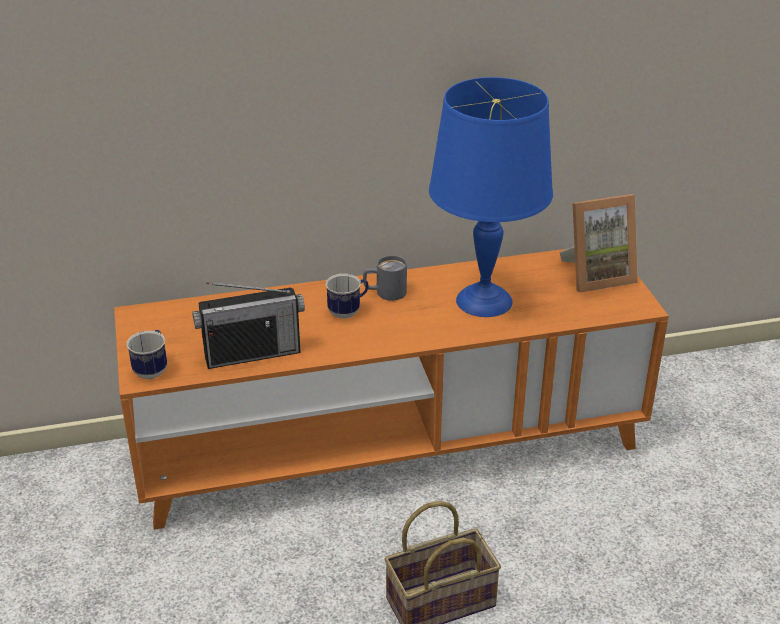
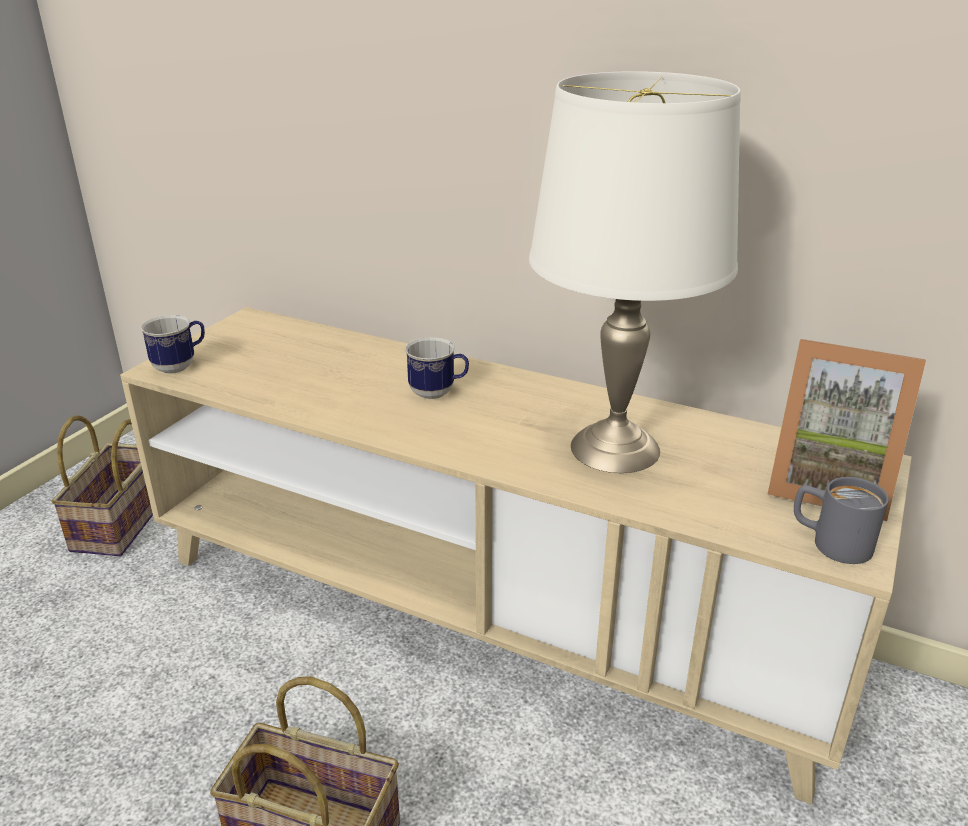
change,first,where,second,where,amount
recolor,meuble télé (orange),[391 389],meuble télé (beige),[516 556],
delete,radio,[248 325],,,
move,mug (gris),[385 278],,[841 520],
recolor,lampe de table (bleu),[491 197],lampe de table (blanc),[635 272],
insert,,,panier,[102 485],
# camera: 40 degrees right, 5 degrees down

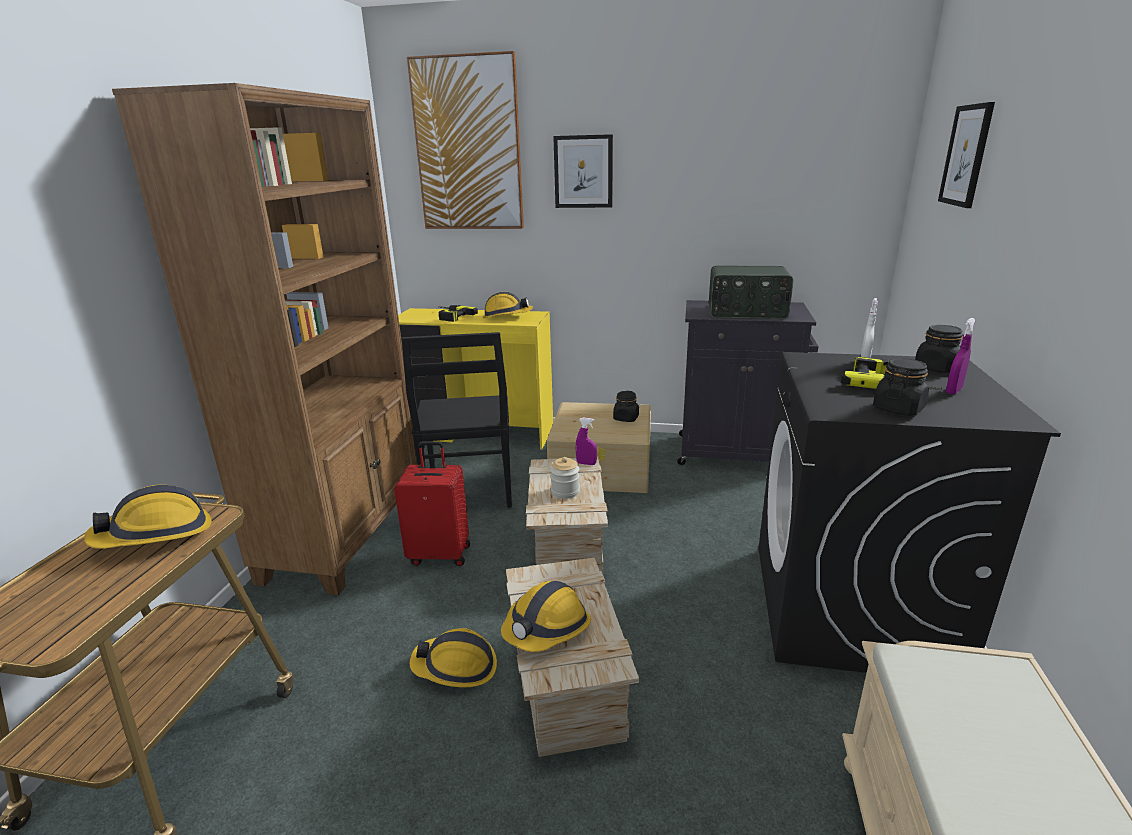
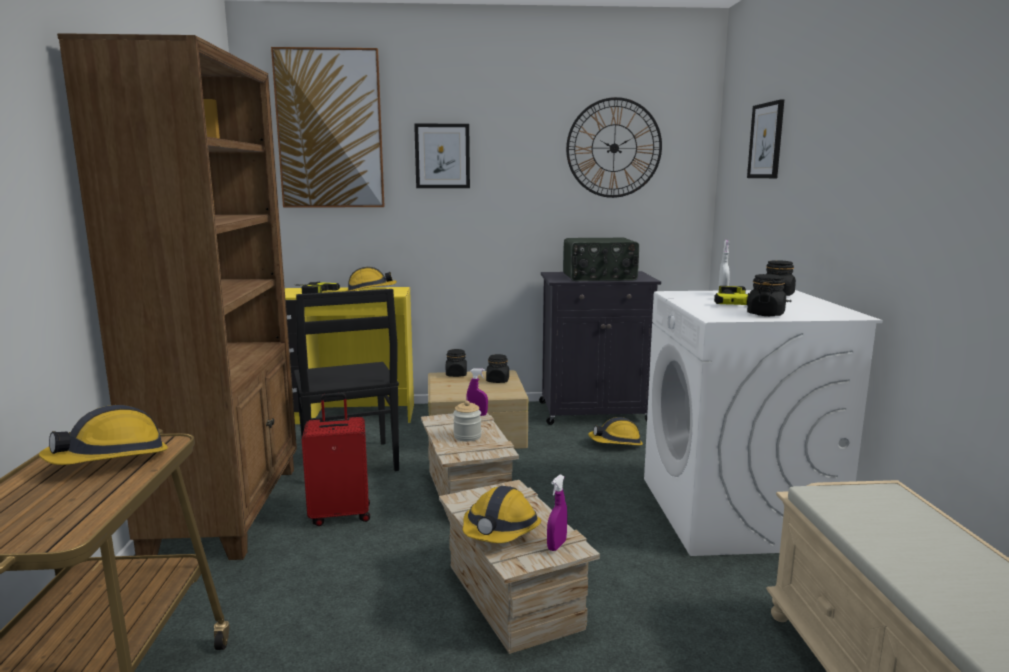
change,first,where,second,where,amount
move,casque de chantier,[453 657],,[615 431],
recolor,lave-linge (noir),[909 512],lave-linge (blanc),[763 423],
move,vaporisateur (violet),[960 356],,[557 513],
insert,,,bocal (noir),[456 363],
insert,,,horloge murale,[614 147],
# camera: 15 degrees left, 10 degrees down

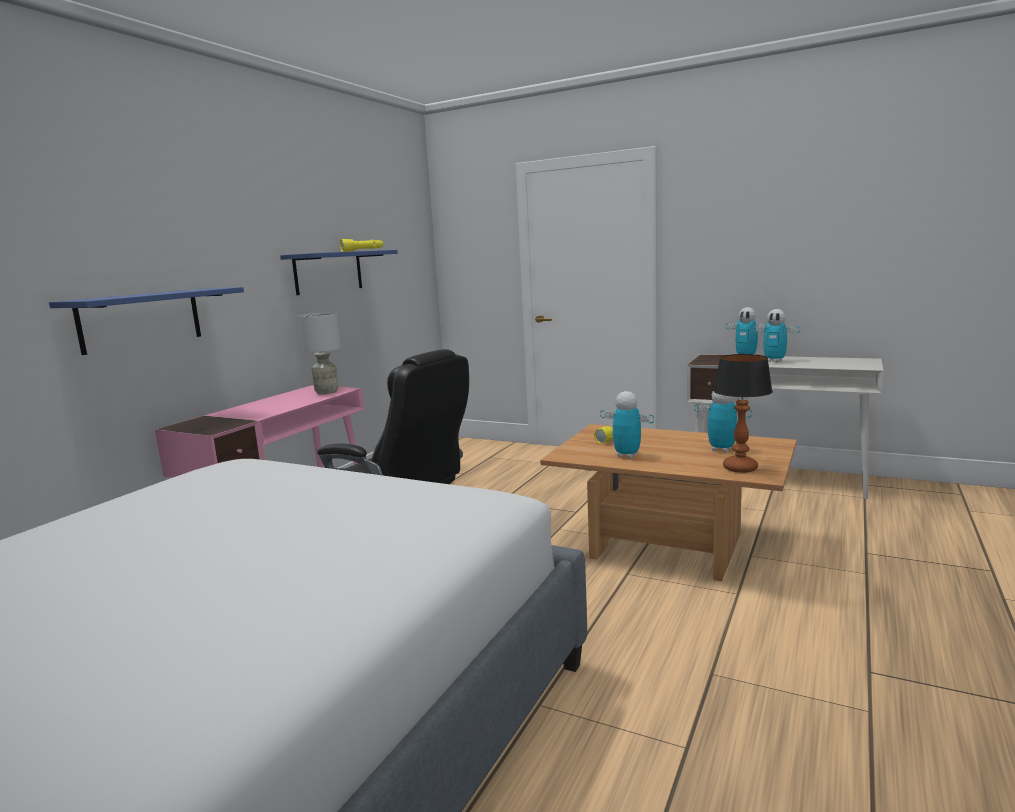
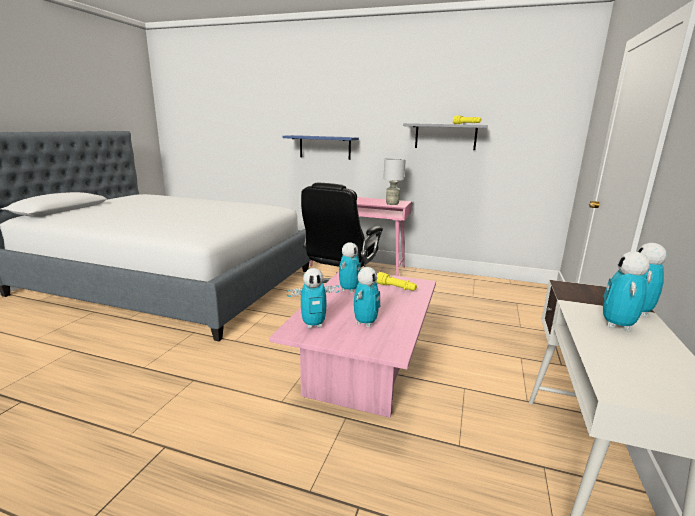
change,first,where,second,where,amount
recolor,étagère (bleu),[339 272],étagère (gris),[445 136],
recolor,table basse (marron),[668 502],table basse (rose),[352 344],
replace,lampe de table,[743 413],robot jouet,[313 298],
# camera: 80 degrees right, 5 degrees up

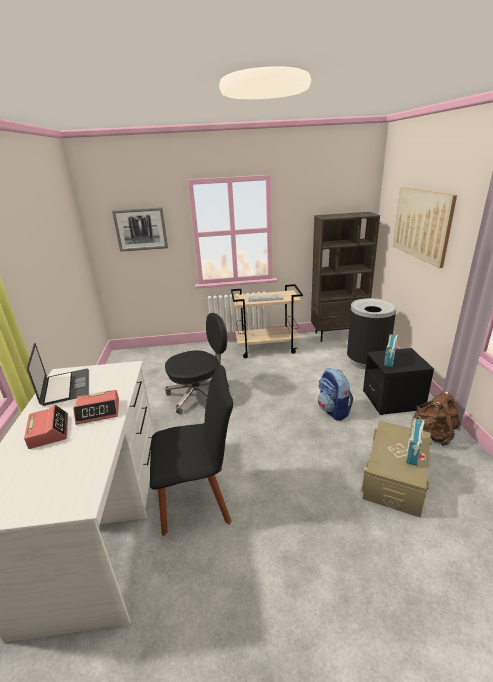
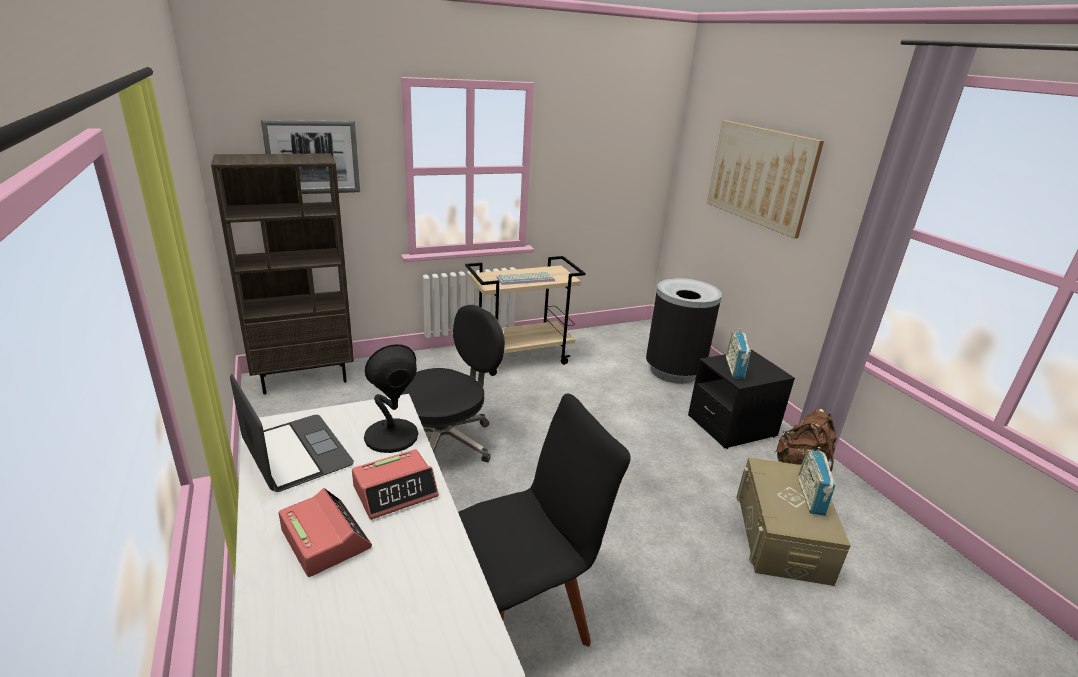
change,first,where,second,where,amount
move,bibliothèque (marron),[345 277],,[282 273],
delete,sac à dos,[335 394],,,
insert,,,lampe de table (noir),[391 398],
# camera: 20 degrees left, 0 degrees up

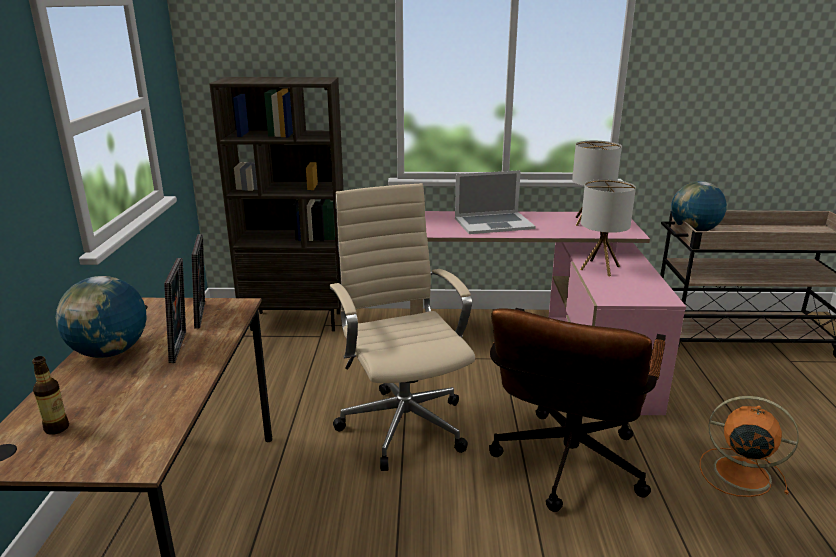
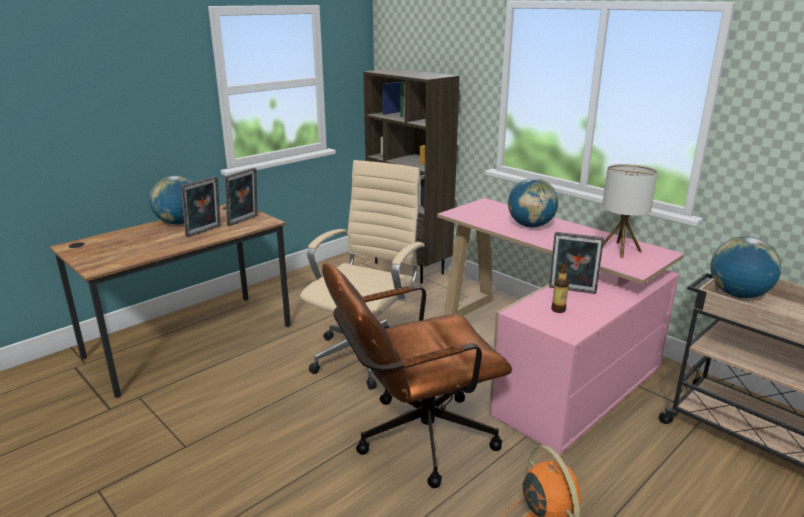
change,first,where,second,where,amount
move,bouteille,[50 395],,[560 288],
replace,ordinateur portable,[495 202],globe,[533 202],
replace,lampe de table,[608 228],cadre photo,[576 263],
# camera: 45 degrees right, 0 degrees up

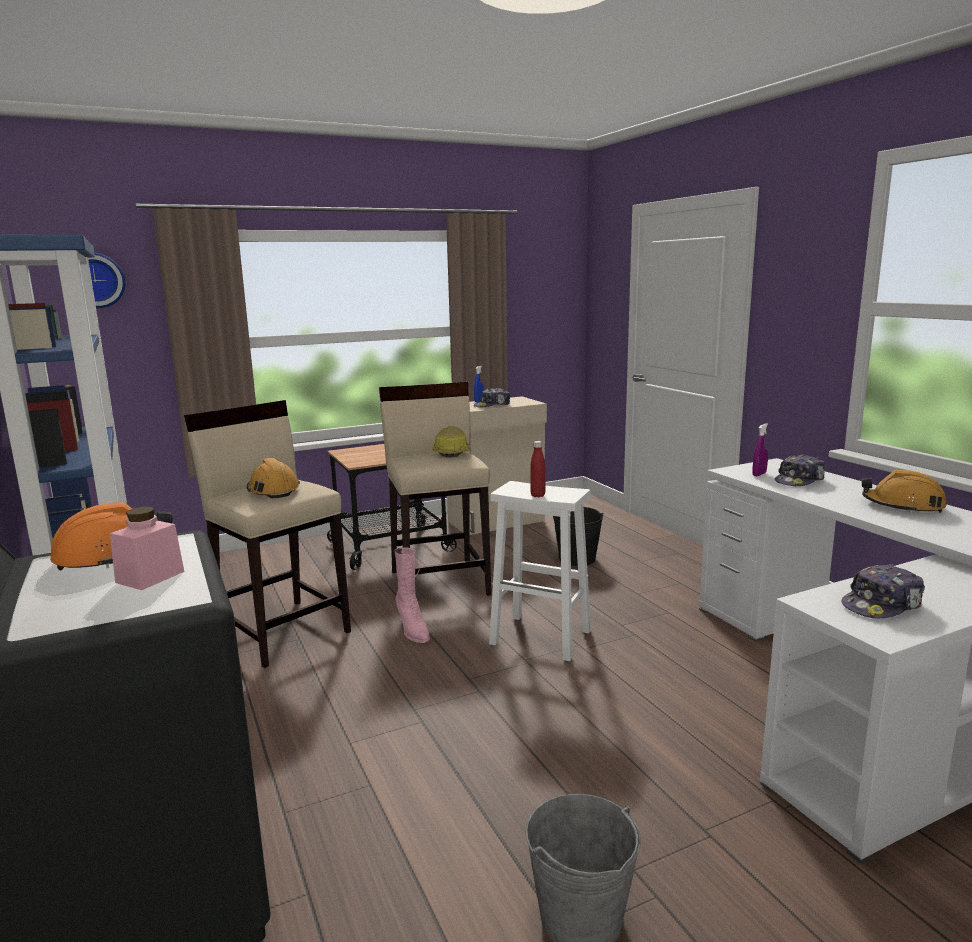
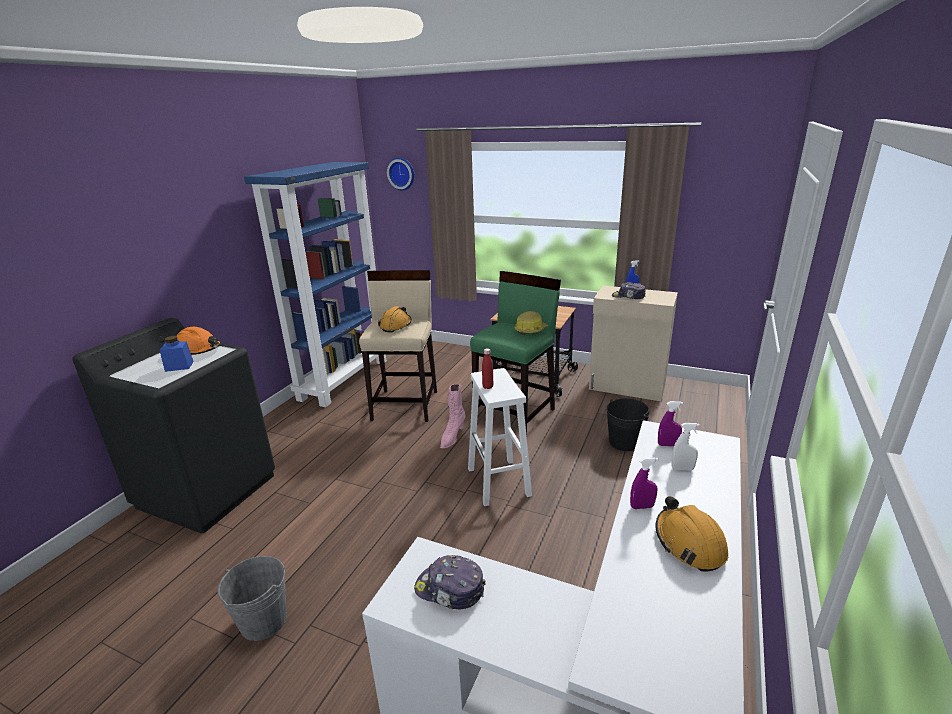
change,first,where,second,where,amount
recolor,bocal (rose),[147 548],bocal (bleu),[177 354],
recolor,tabouret (beige),[435 489],tabouret (vert),[515 353],
replace,casquette,[800 470],vaporisateur (blanc),[685 447],
insert,,,vaporisateur (violet),[644 483],
# camera: 50 degrees right, 10 degrees up

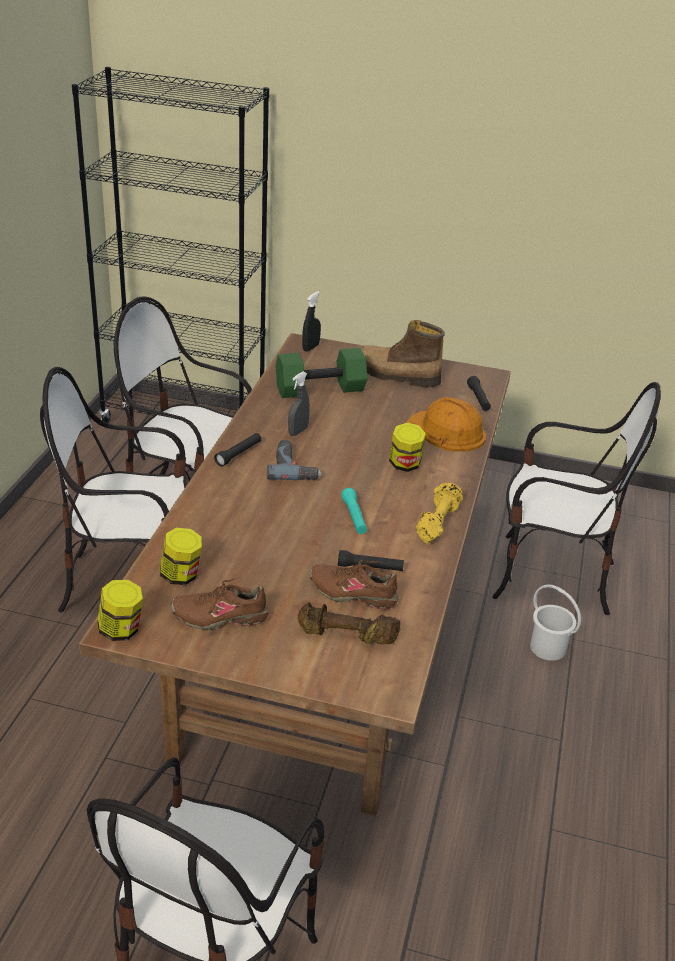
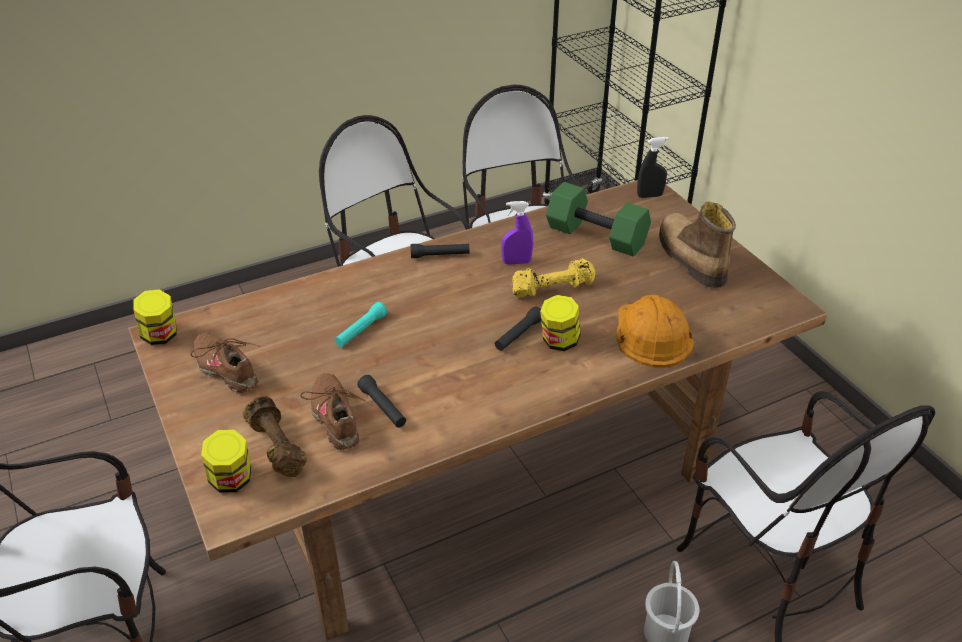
change,first,where,second,where,amount
move,bocal,[181 556],,[226 461],
delete,perceuse,[294 460],,,
recolor,vaporisateur (gris),[299 404],vaporisateur (violet),[517 233],
move,lampe de poche (turquoise),[354 511],,[361 324],
move,haltère (jaune),[439 513],,[553 278],
move,lampe de poche (noir),[479 393],,[518 328],
# camera: 50 degrees right, 5 degrees up

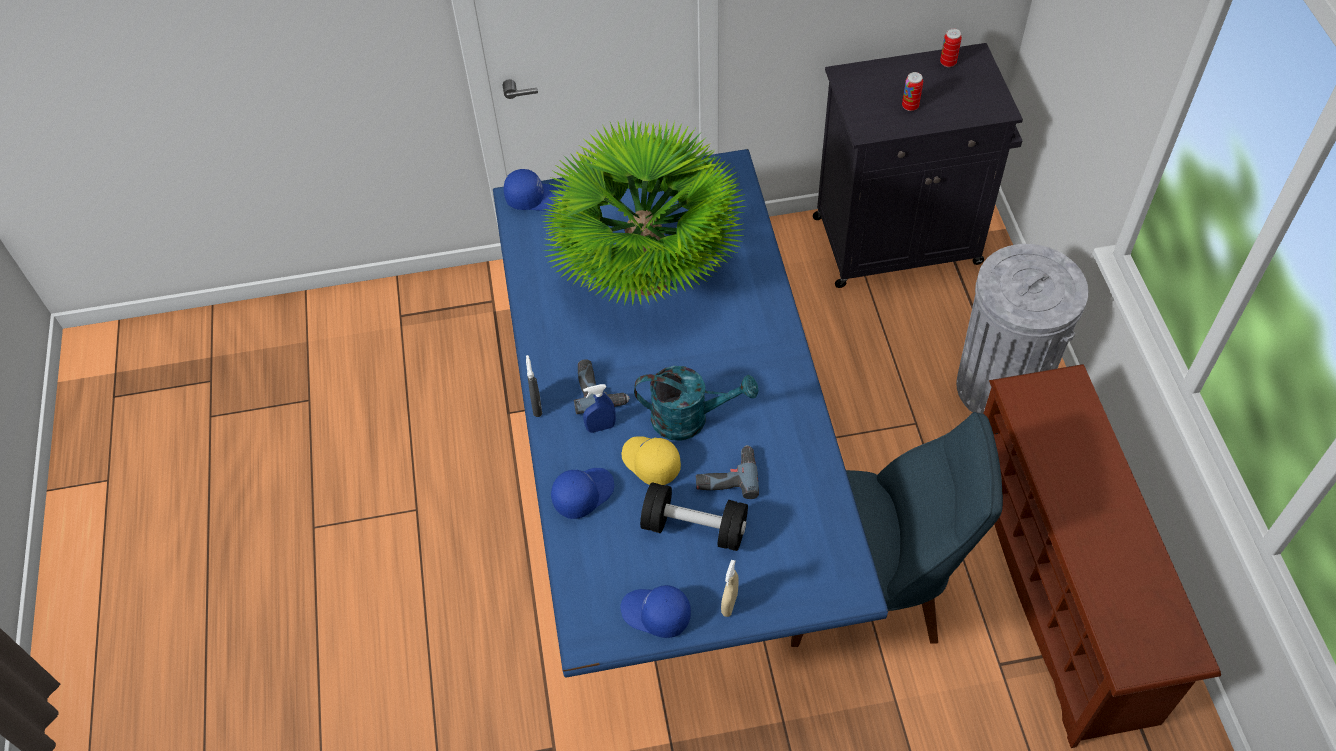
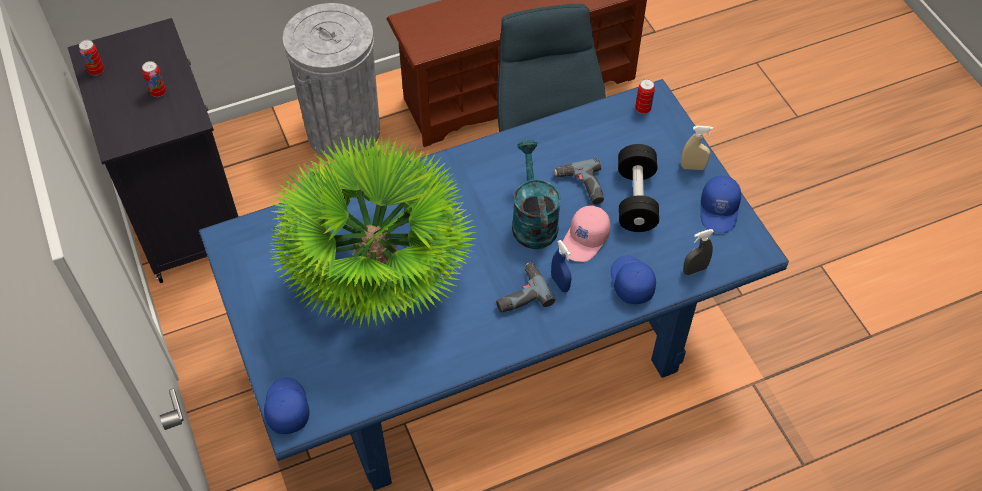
change,first,where,second,where,amount
move,vaporisateur (gris),[534 386],,[698 252],
rotate,casquette (bleu),[582 493],,[633 279],45 degrees clockwise
recolor,casquette (jaune),[651 460],casquette (rose),[586 233],
insert,,,boîte métallique,[645 96],
# camera: 105 degrees left, 0 degrees up

